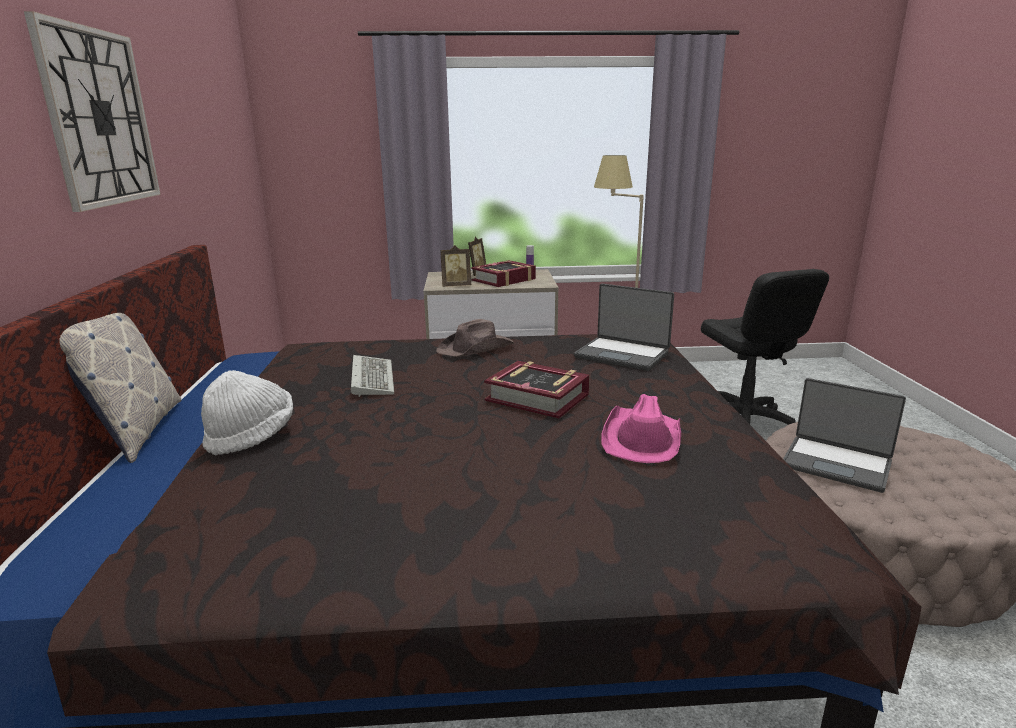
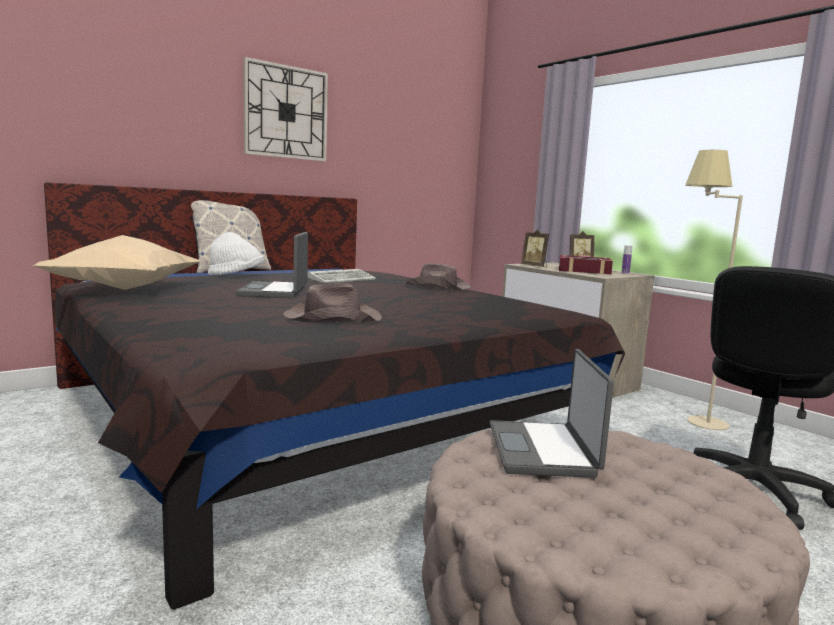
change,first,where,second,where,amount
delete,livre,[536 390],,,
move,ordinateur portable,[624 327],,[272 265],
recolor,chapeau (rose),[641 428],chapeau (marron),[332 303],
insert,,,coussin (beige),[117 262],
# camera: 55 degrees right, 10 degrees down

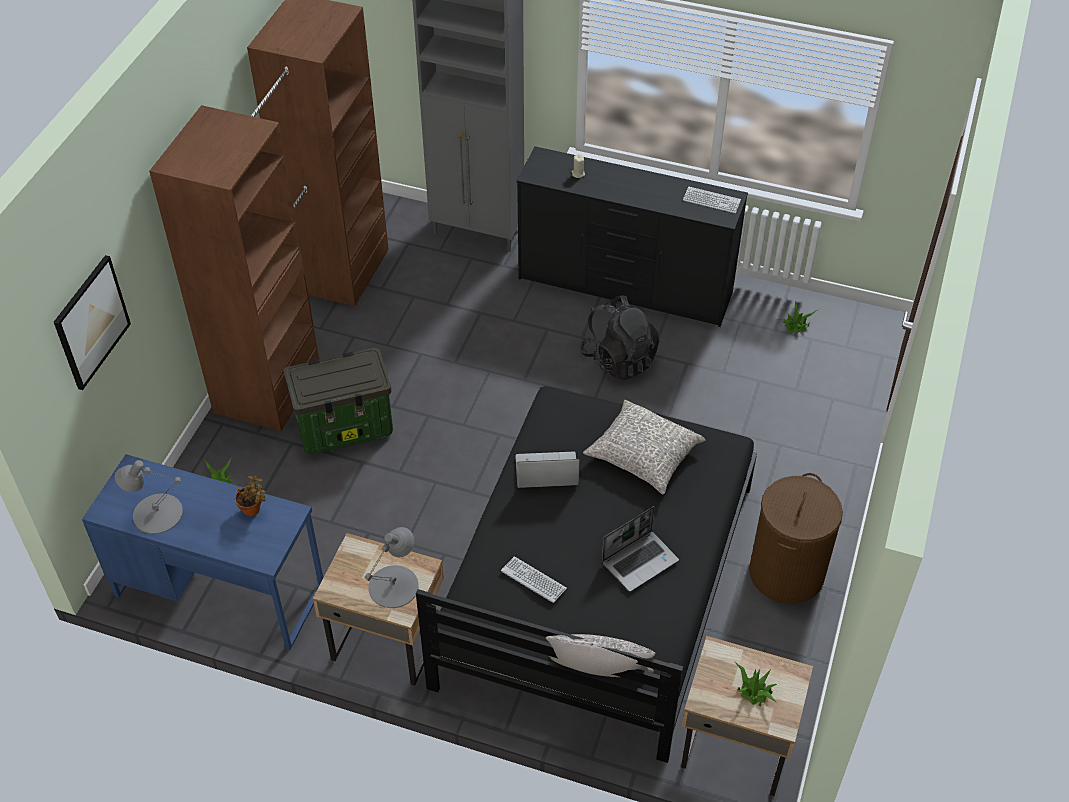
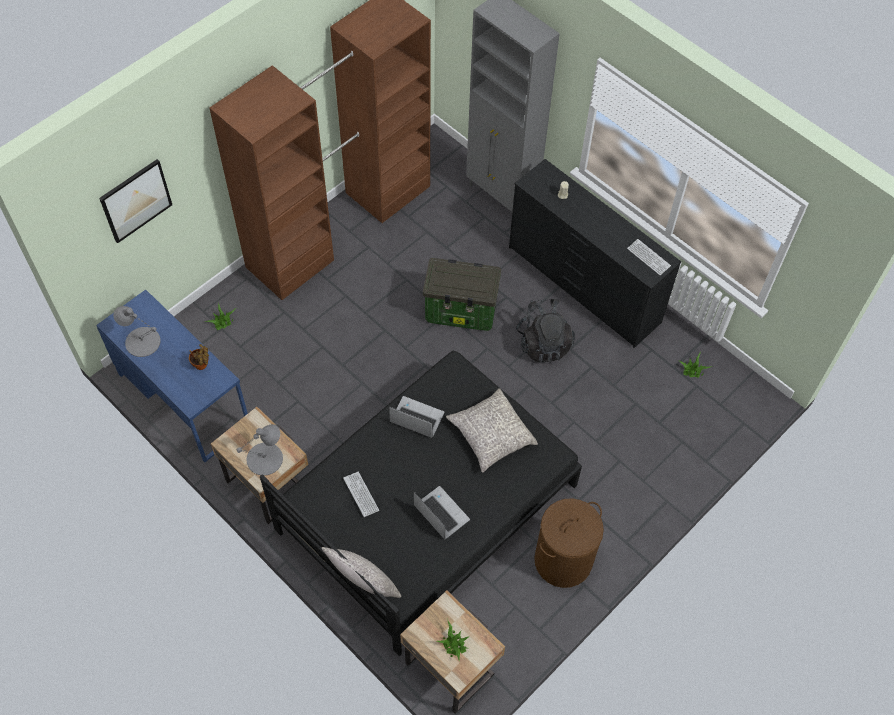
change,first,where,second,where,amount
move,boîte de rangement,[338 401],,[462 294],
rotate,ordinateur portable,[640 549],,[442 513],120 degrees counterclockwise
# camera: 25 degrees right, 10 degrees up

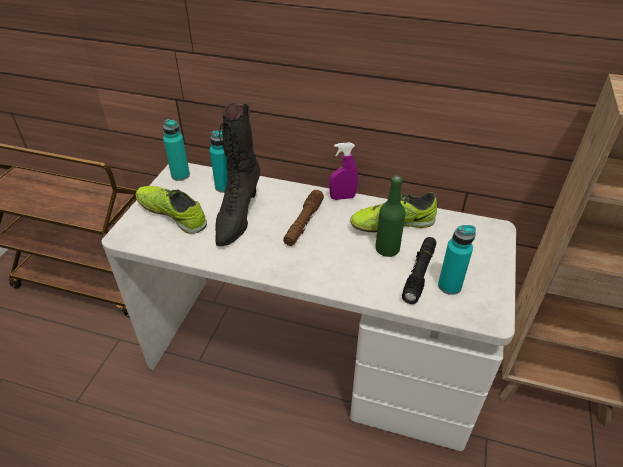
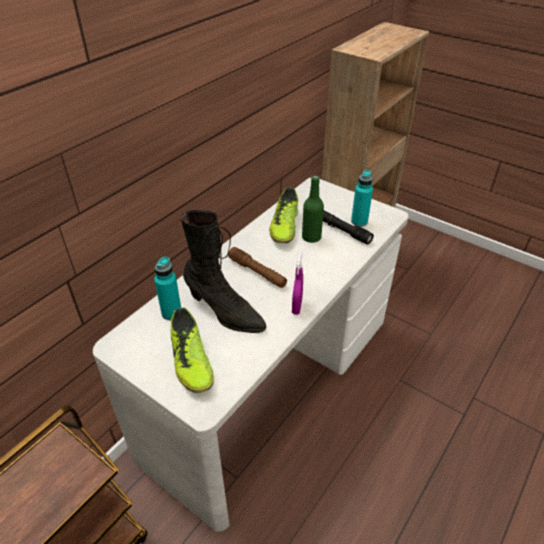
change,first,where,second,where,amount
rotate,chaussure,[171 210],,[192 350],75 degrees counterclockwise
delete,bouteille (turquoise),[176 150],,,
move,vaporisateur (violet),[343 171],,[297 284],
# camera: 70 degrees left, 0 degrees up

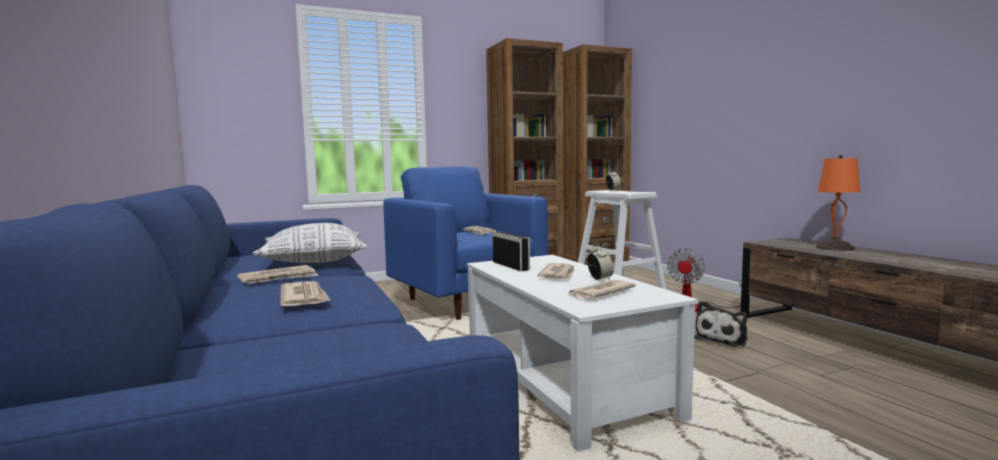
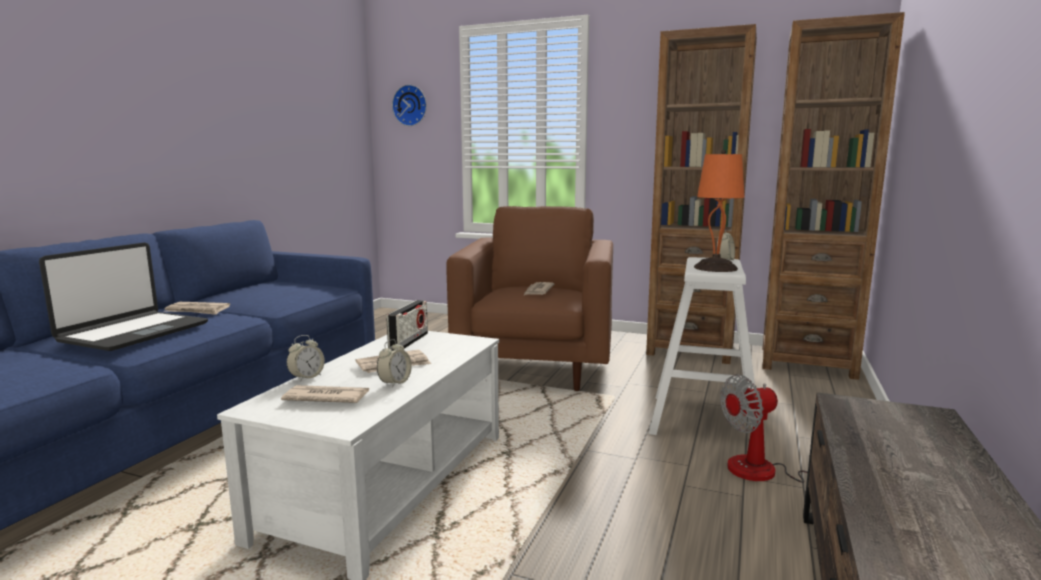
change,first,where,second,where,amount
delete,coussin,[310 243],,,
replace,journal,[305 293],ordinateur portable,[123 296],
recolor,fauteuil (bleu),[465 243],fauteuil (marron),[529 298],
delete,peluche,[721 324],,,
move,lampe de table (orange),[837 203],,[719 211],
insert,,,réveil,[306 358],
insert,,,horloge murale,[409 105],
# camera: 45 degrees right, 5 degrees up

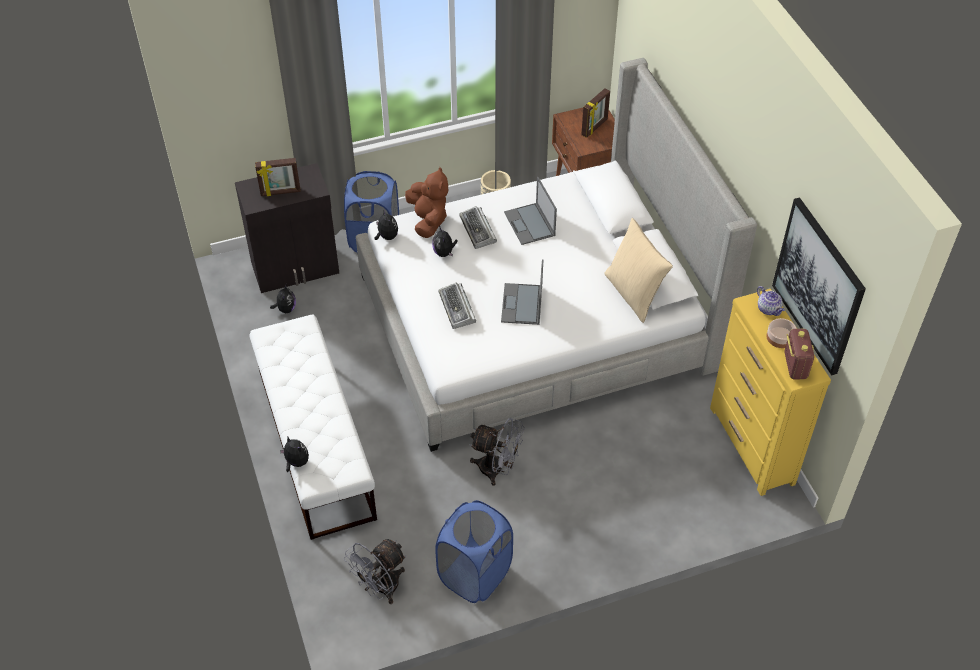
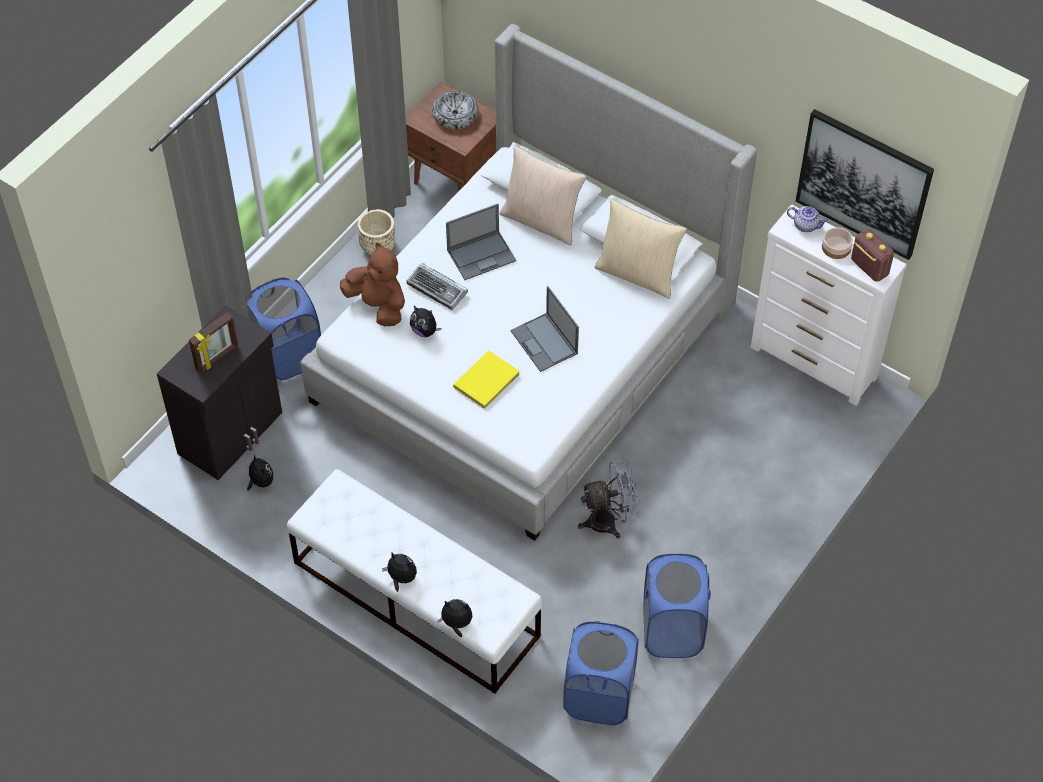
change,first,where,second,where,amount
replace,ventilateur (gris),[375 571],panier à linge (bleu),[601 673],
move,peluche,[386 225],,[399 572],
replace,clavier,[457 306],livre (jaune),[486 380],
rotate,ordinateur portable,[530 211],,[481 242],60 degrees counterclockwise
replace,cadre photo,[595 113],bol,[455 110],
recolor,commode (jaune),[770 392],commode (blanc),[829 305],
insert,,,coussin (beige),[543 195],
# camera: 35 degrees left, 5 degrees up

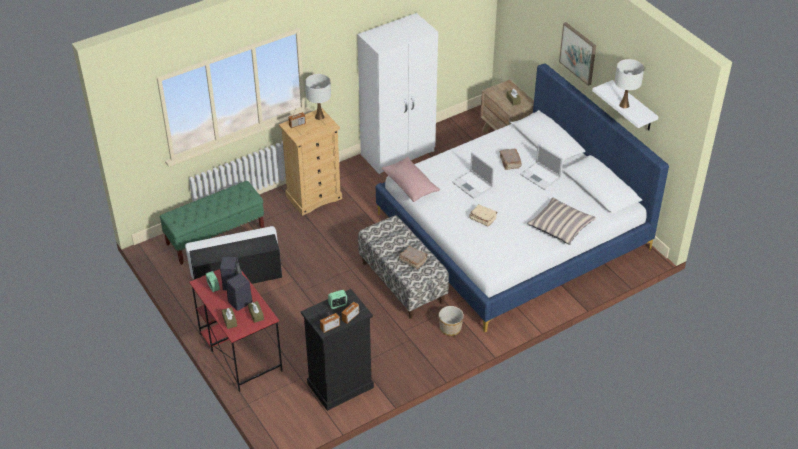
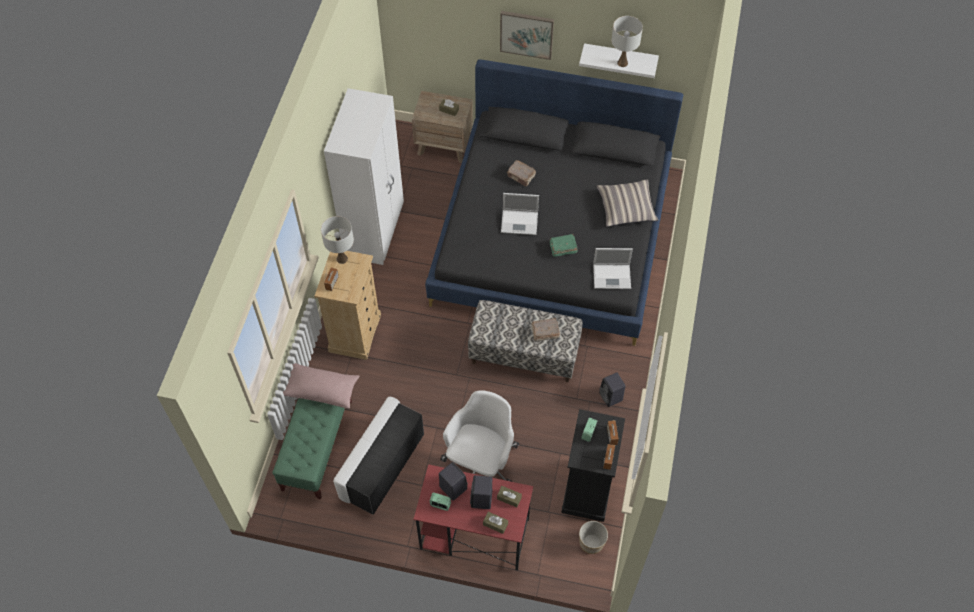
change,first,where,second,where,amount
recolor,lit (blanc),[522 197],lit (noir),[554 202],
move,coussin (rose),[411 179],,[321 386],
move,cache-pot,[451 321],,[593 537],
recolor,livre (beige),[483 215],livre (vert),[563 245],
move,ordinateur portable,[541 167],,[613 268],
insert,,,chaise de bureau (blanc),[479 436],
insert,,,enceinte (noir),[612 389],
# camera: 45 degrees left, 15 degrees up

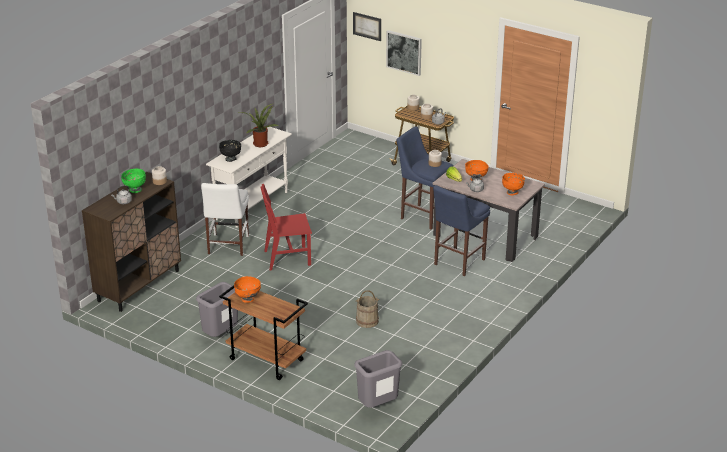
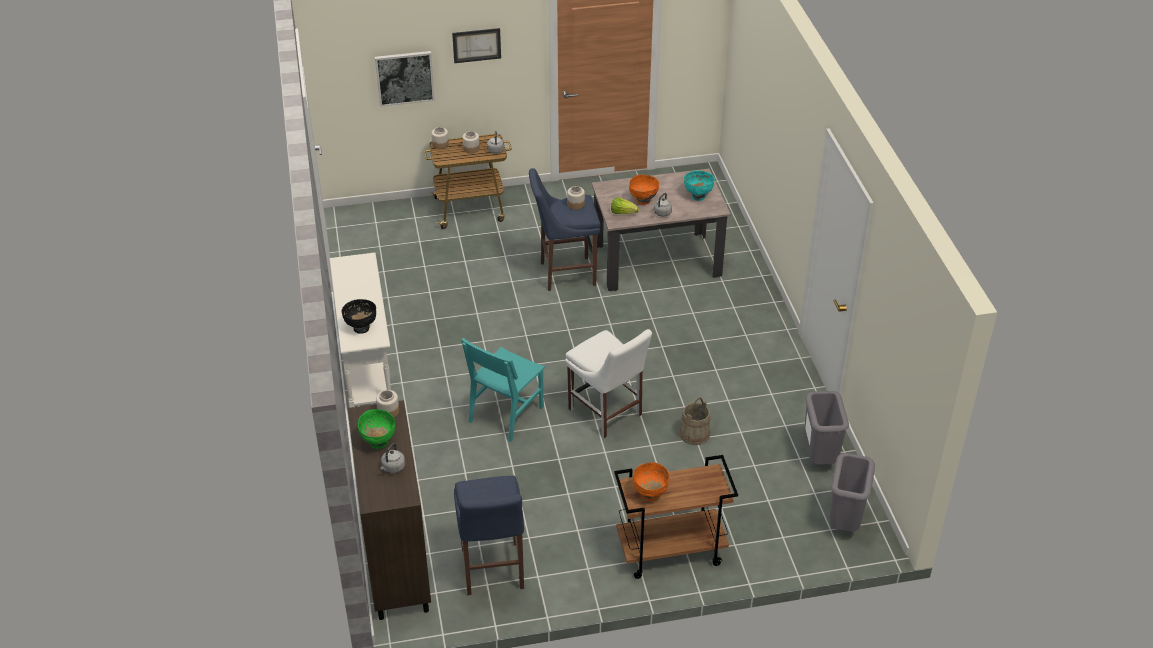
change,first,where,second,where,amount
move,poubelle (gris),[217 309],,[826 428],
move,chaise (blanc),[225 219],,[608 383],
delete,plante en pot,[258 125],,,
recolor,chaise (rouge),[286 227],chaise (turquoise),[503 390],
move,tableau,[367 26],,[476 45],
move,tabouret (bleu),[461 230],,[489 535],
recolor,bol (orange),[513 184],bol (turquoise),[699 185],
# camera: 45 degrees left, 10 degrees up

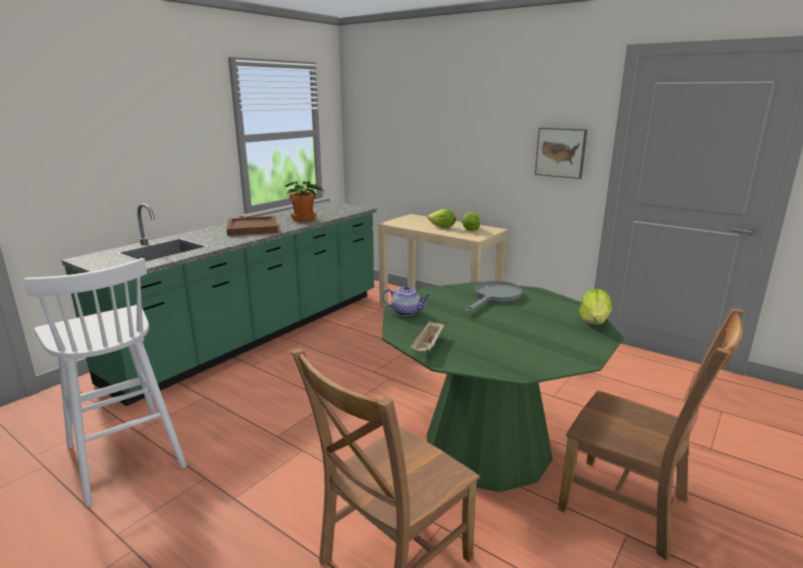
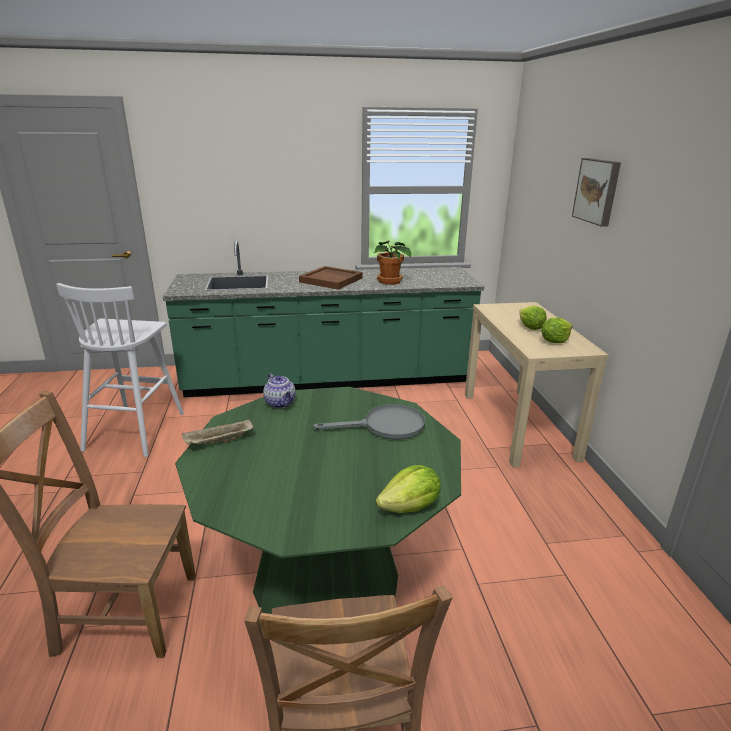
change,first,where,second,where,amount
move,tableau,[561 153],,[596 192],
# camera: 45 degrees right, 5 degrees up

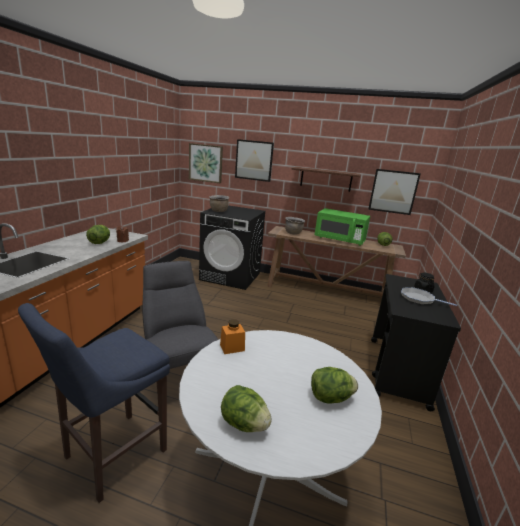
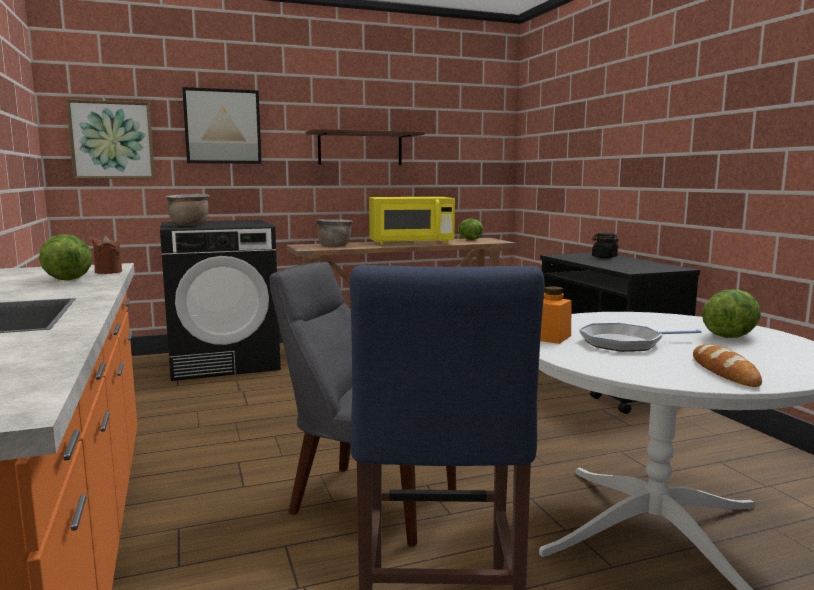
change,first,where,second,where,amount
replace,laitue,[246 408],pain,[727 365],
recolor,micro-ondes (vert),[342 227],micro-ondes (jaune),[412 221],
delete,tableau,[394 192],,,
move,poêle,[429 296],,[640 337],
# camera: 35 degrees left, 10 degrees down

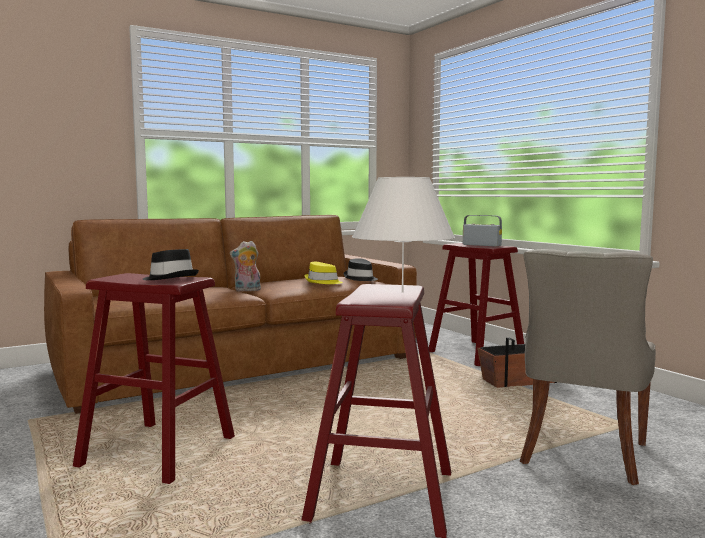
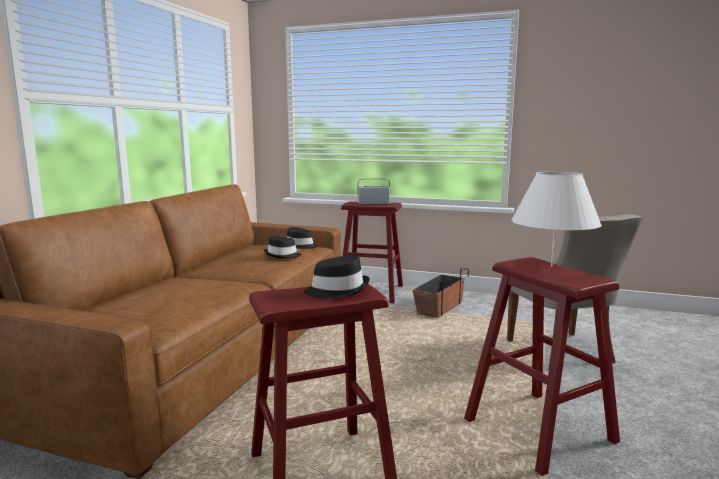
change,first,where,second,where,amount
delete,peluche,[245 266],,,
recolor,chapeau (jaune),[323 273],chapeau (noir),[283 247],
# camera: 40 degrees left, 5 degrees up

